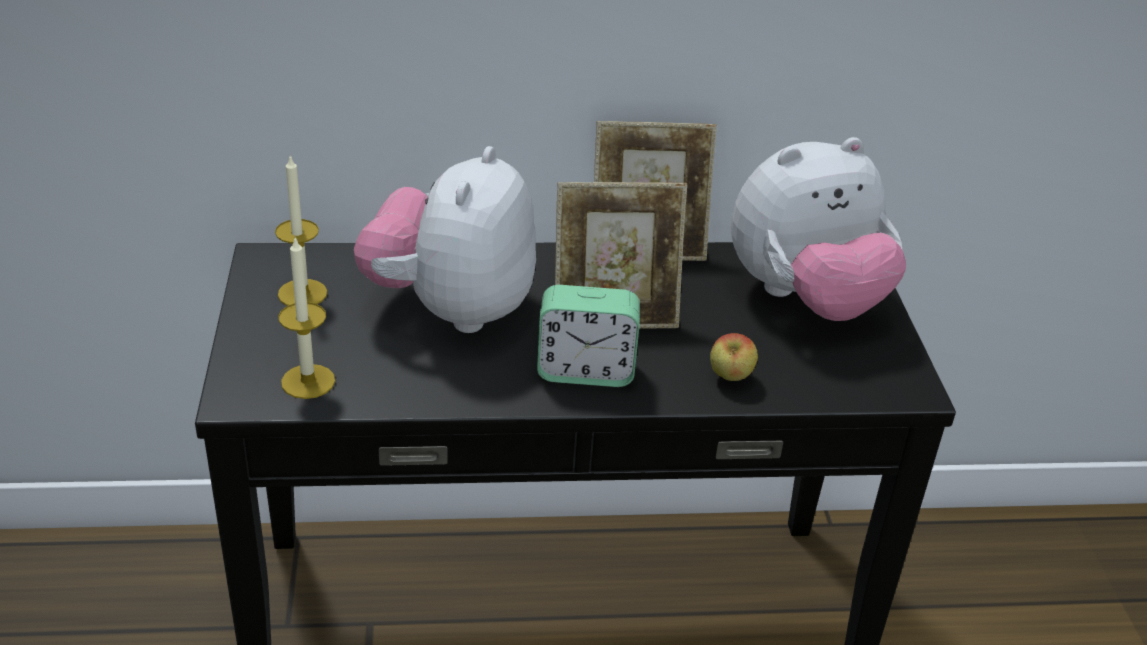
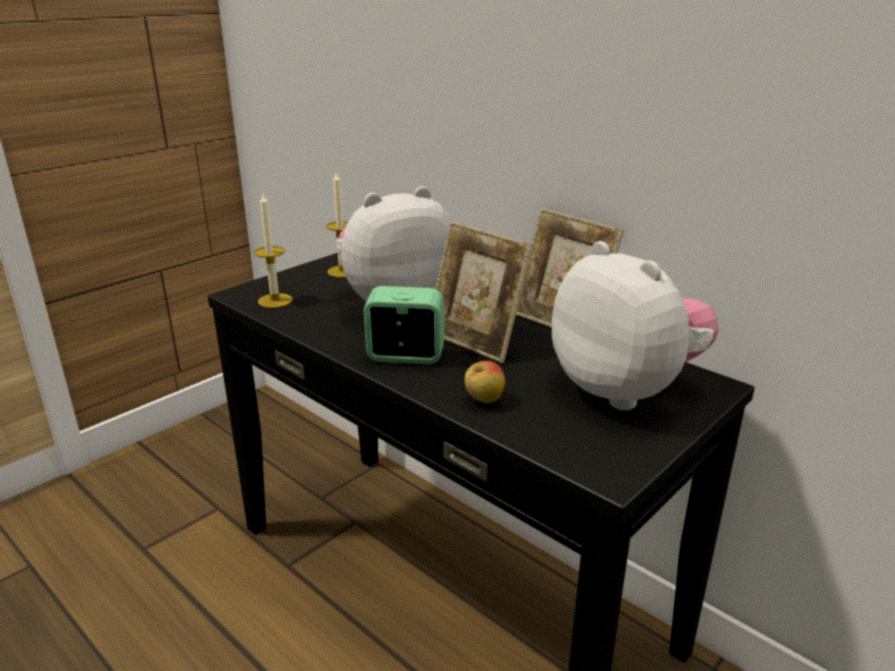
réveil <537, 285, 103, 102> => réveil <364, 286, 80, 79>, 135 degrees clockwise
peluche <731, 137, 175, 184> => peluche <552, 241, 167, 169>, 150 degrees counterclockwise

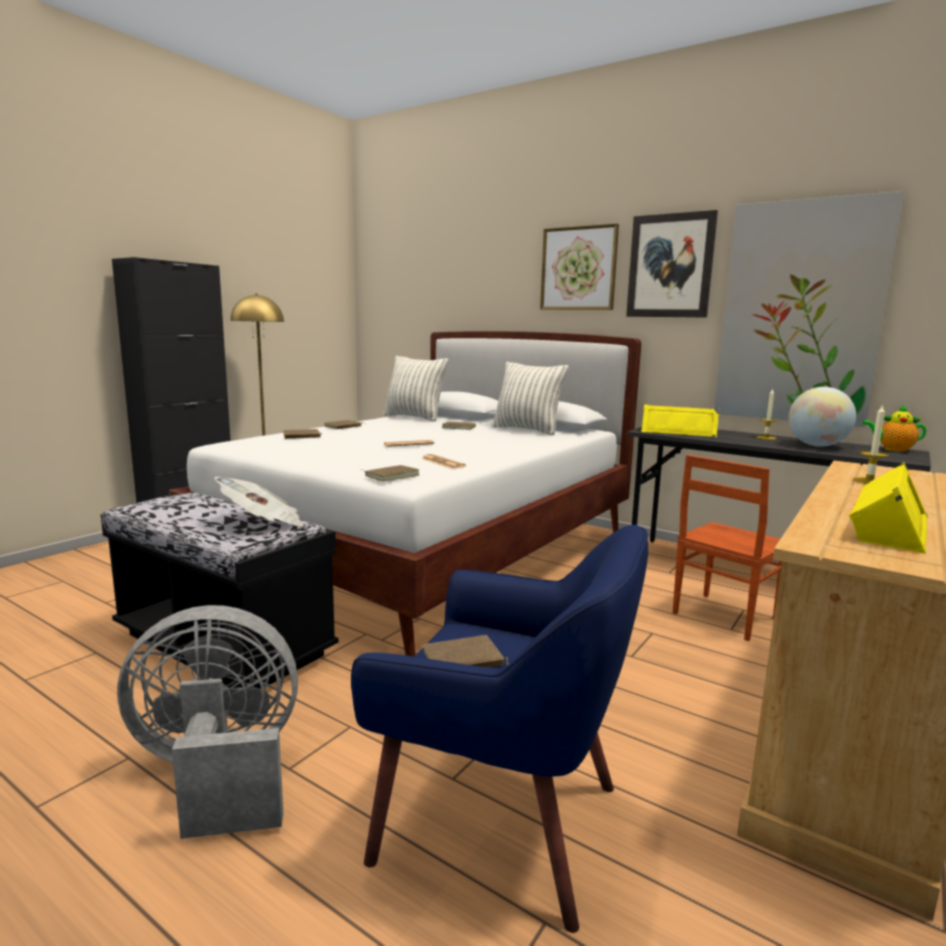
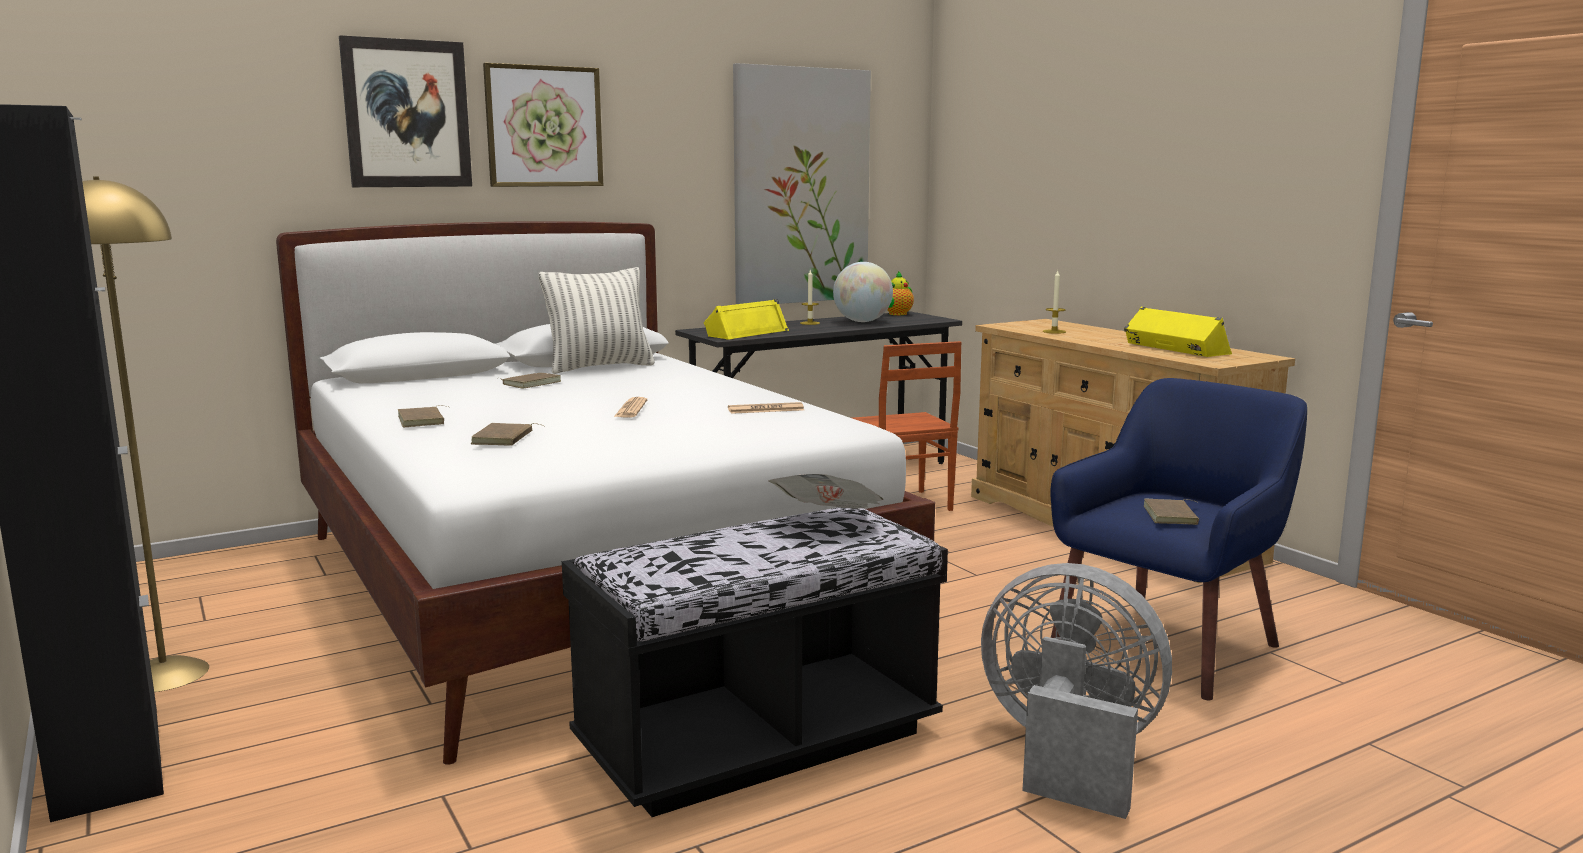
livre/marron <361, 465, 58, 17> => nothing
coussin <383, 356, 65, 66> => nothing
tableau <626, 210, 92, 108> => tableau <339, 35, 133, 152>, moved
ventilateur/gris <117, 605, 181, 234> => ventilateur/gris <981, 563, 191, 256>, 105 degrees clockwise

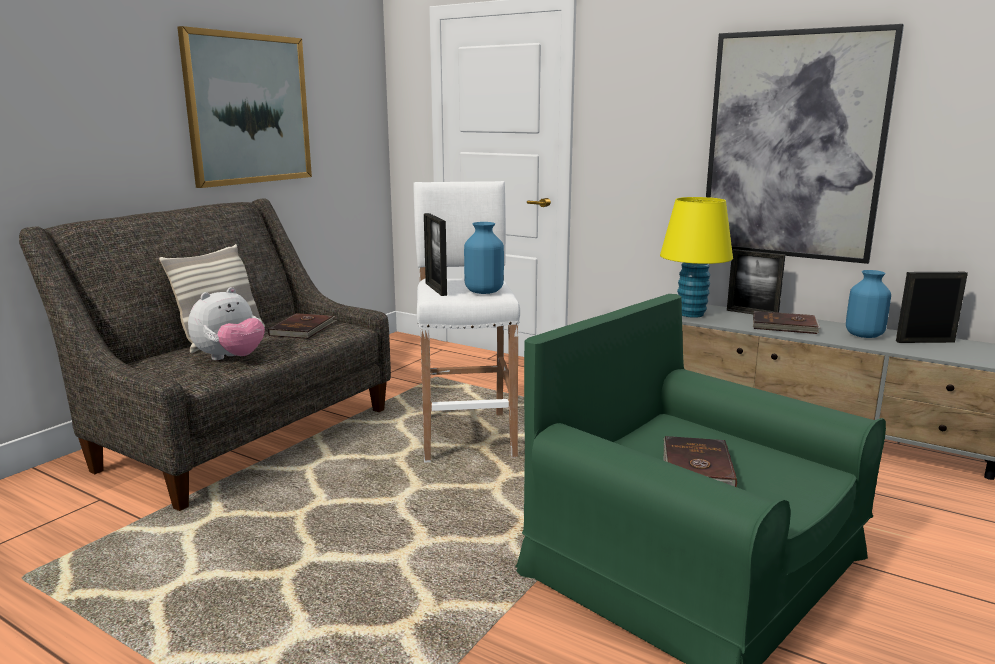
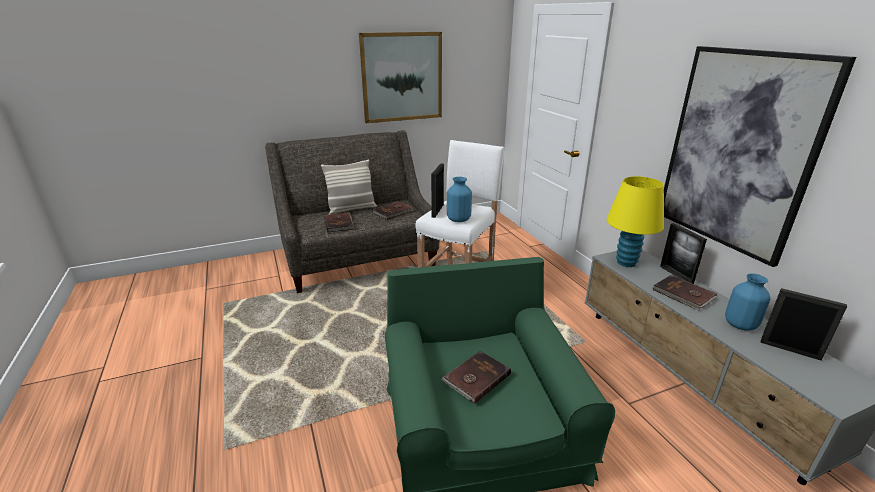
peluche <188, 287, 77, 73> => livre/marron <324, 212, 30, 20>

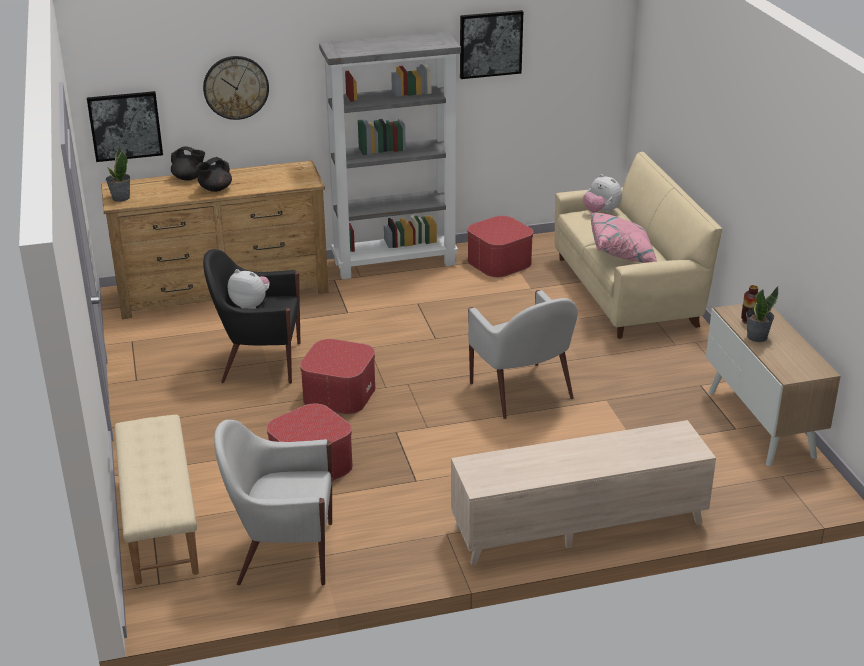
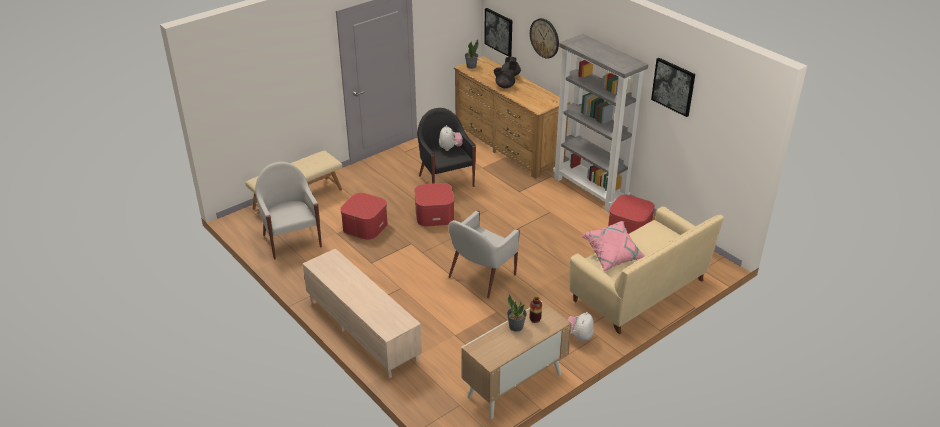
peluche <583, 174, 39, 39> => peluche <568, 312, 26, 30>, moved

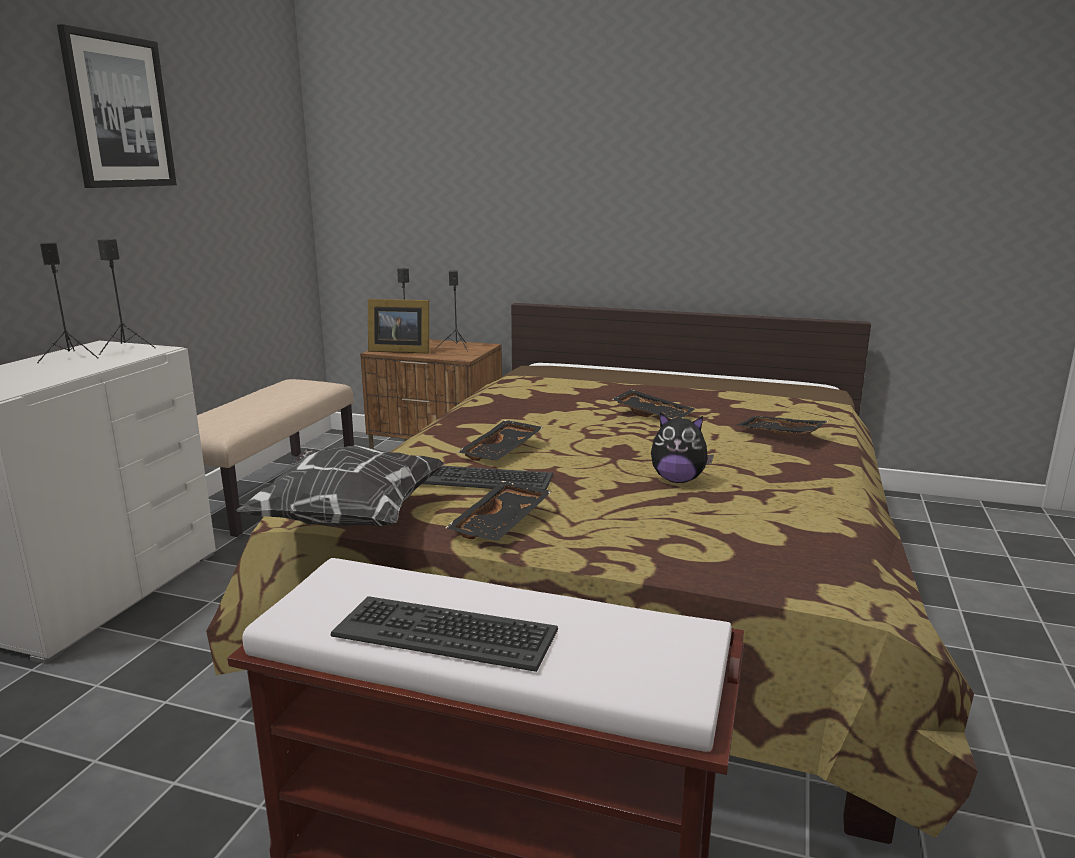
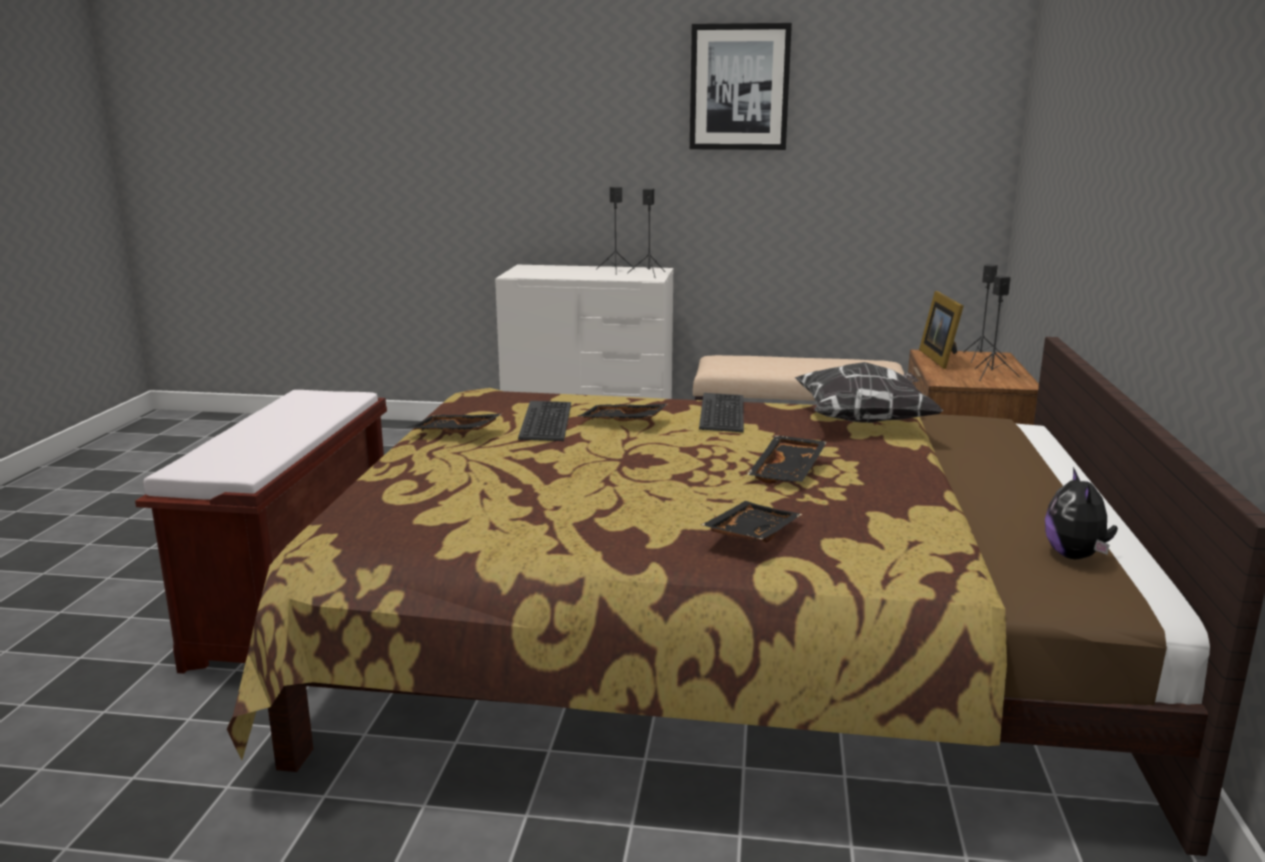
coussin <236, 445, 209, 82> => coussin <795, 362, 148, 61>, moved
clavier <330, 596, 228, 76> => clavier <699, 393, 45, 39>, moved
peluche <651, 413, 63, 70> => peluche <1045, 467, 73, 92>, moved

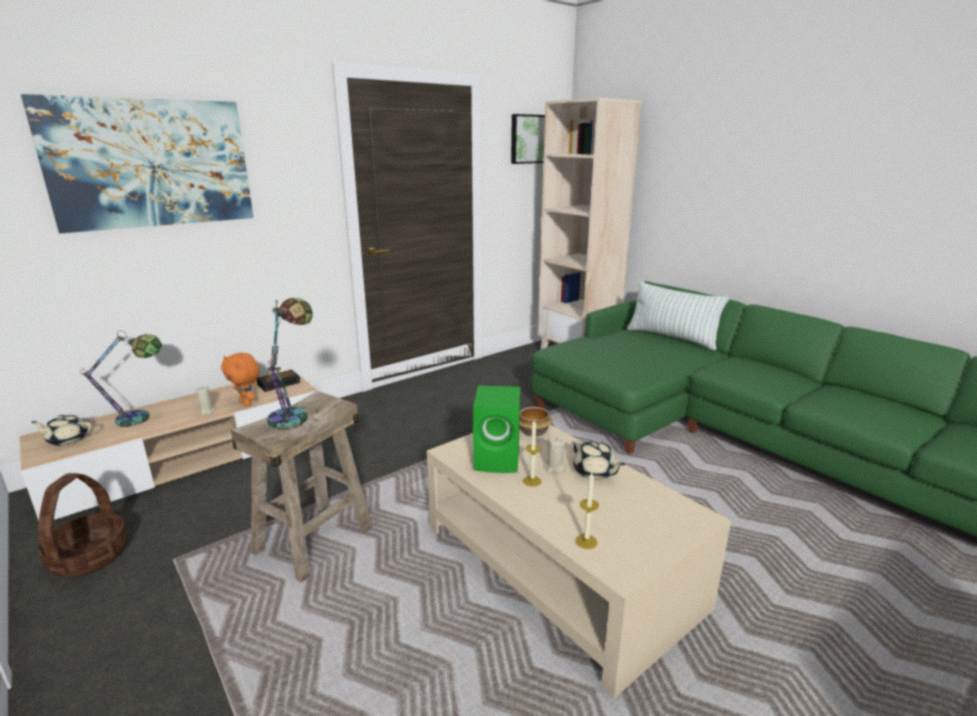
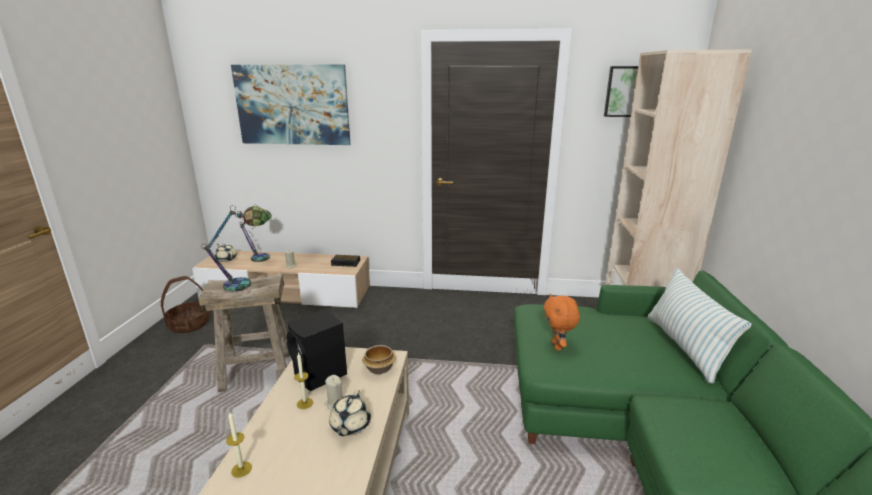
peluche/orange <221, 353, 39, 53> => peluche/orange <544, 293, 36, 58>, moved
enceinte/vert <473, 386, 47, 87> => enceinte/noir <286, 309, 61, 82>

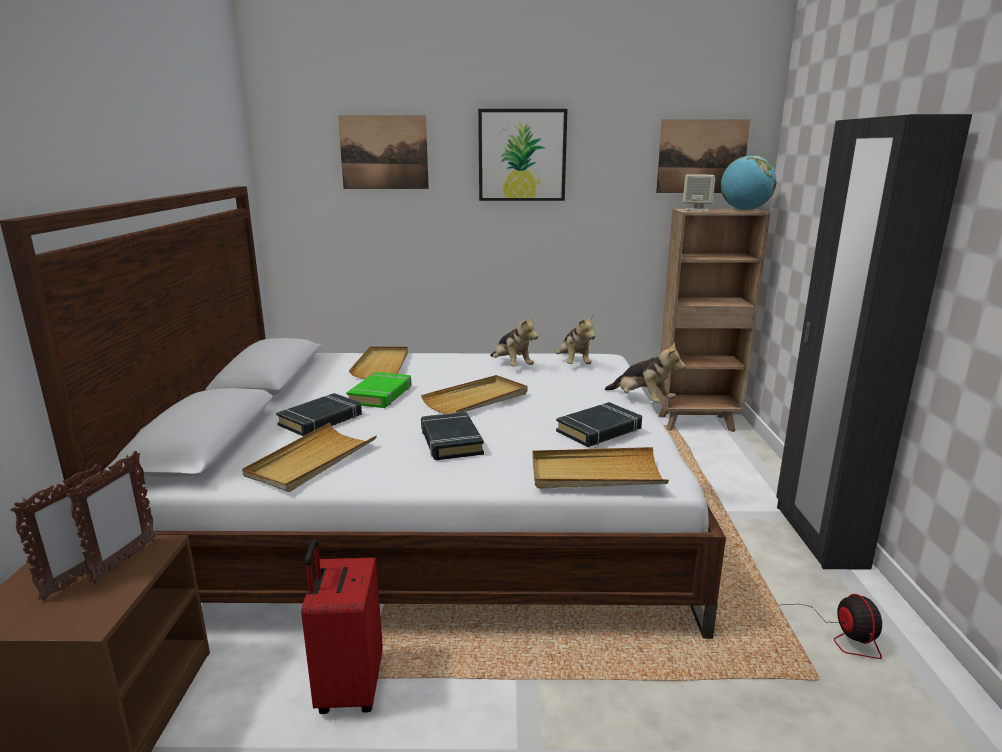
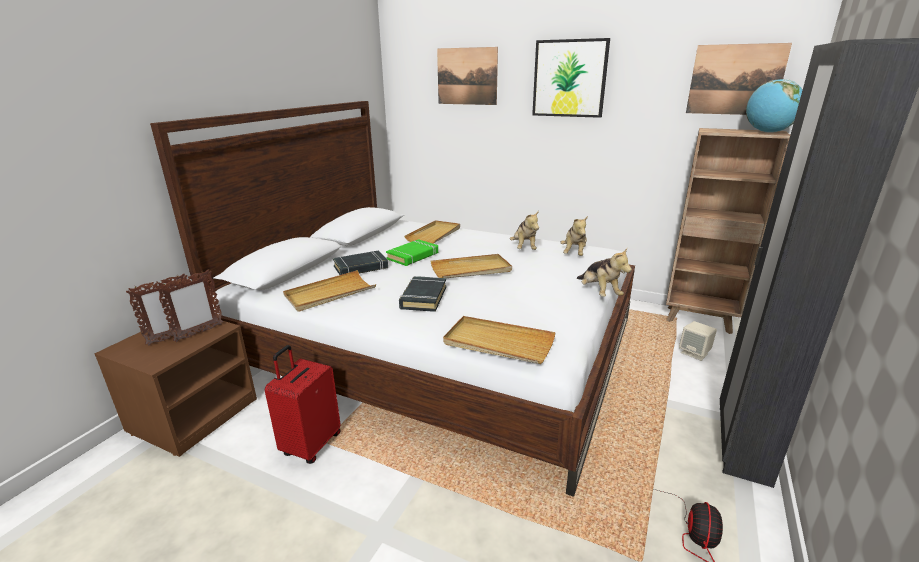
livre/noir <556, 402, 86, 45> => nothing
enceinte/beige <683, 174, 32, 38> => enceinte/beige <679, 321, 38, 40>, moved

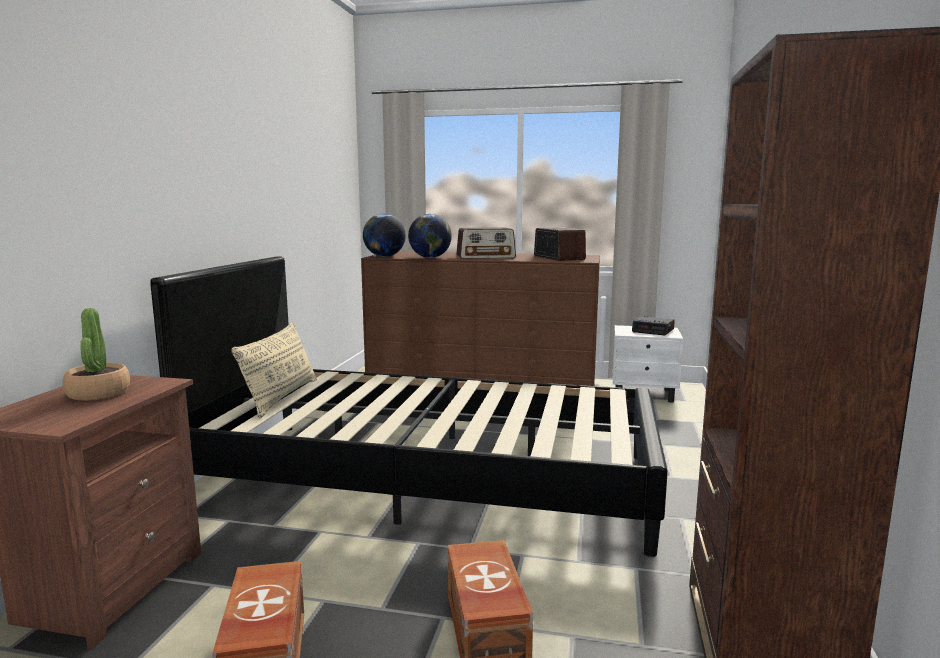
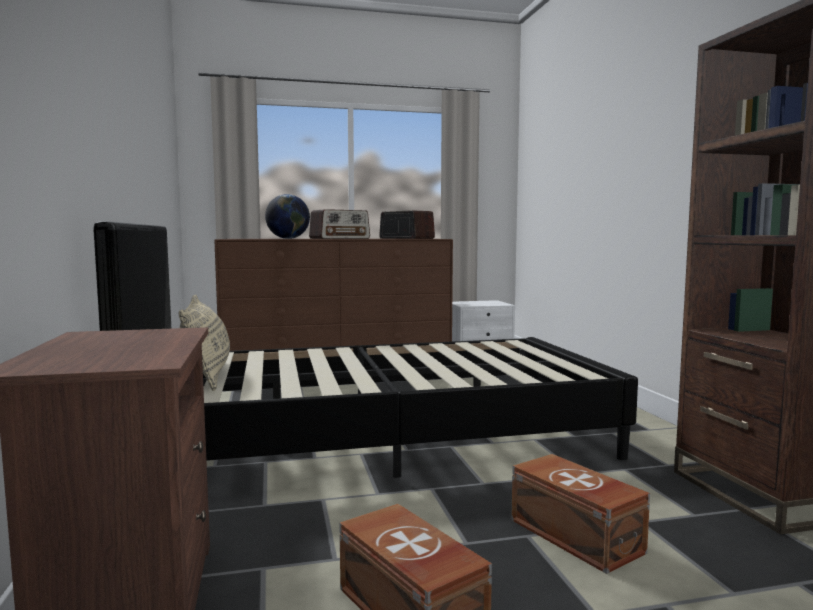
plante en pot <62, 308, 68, 93> => nothing
globe <363, 213, 43, 44> => nothing
réveil <632, 316, 43, 19> => nothing

